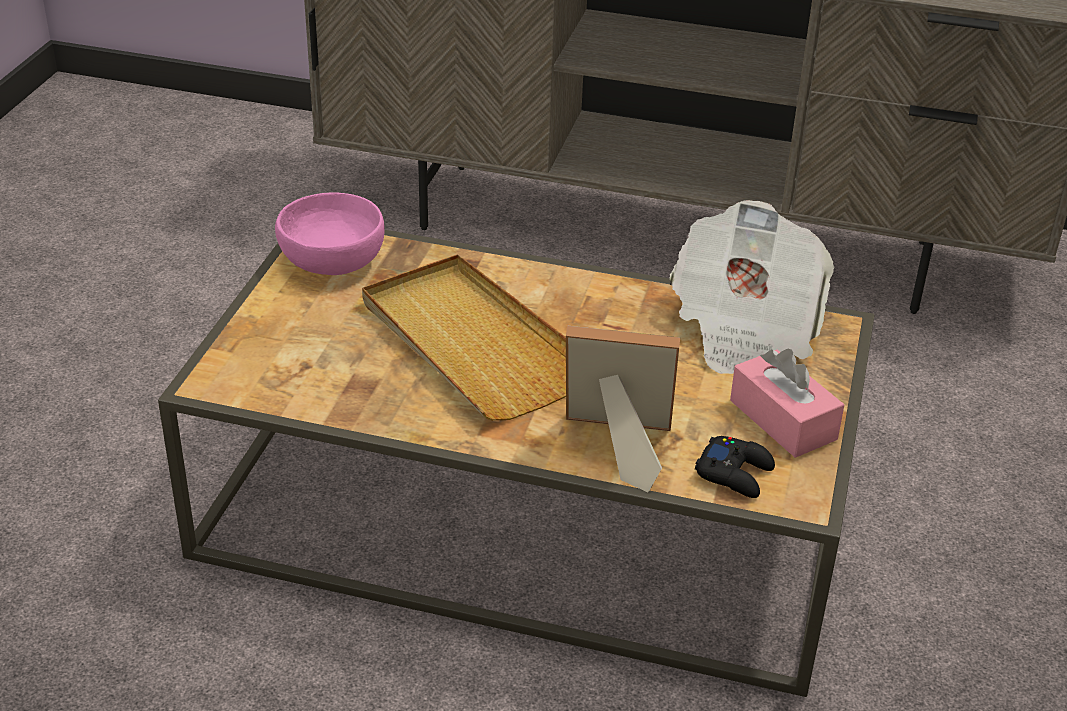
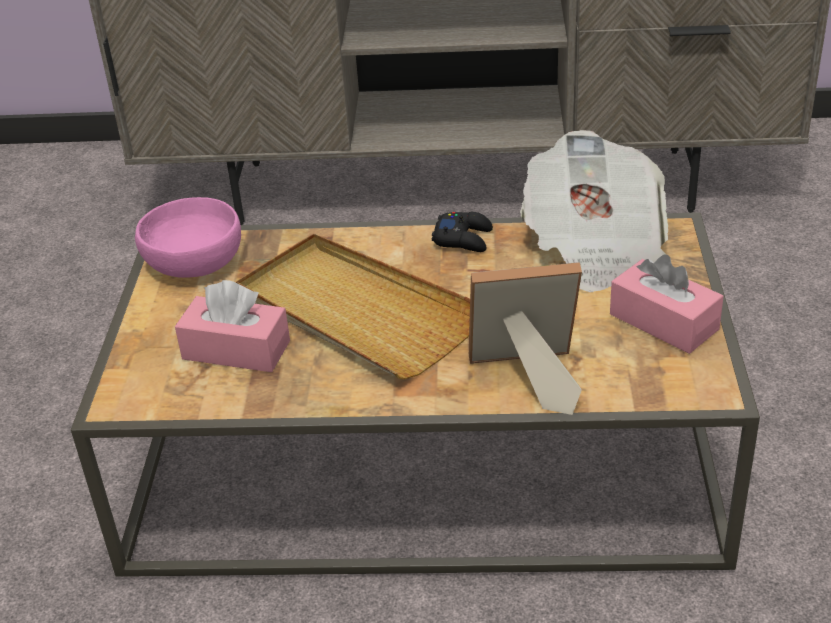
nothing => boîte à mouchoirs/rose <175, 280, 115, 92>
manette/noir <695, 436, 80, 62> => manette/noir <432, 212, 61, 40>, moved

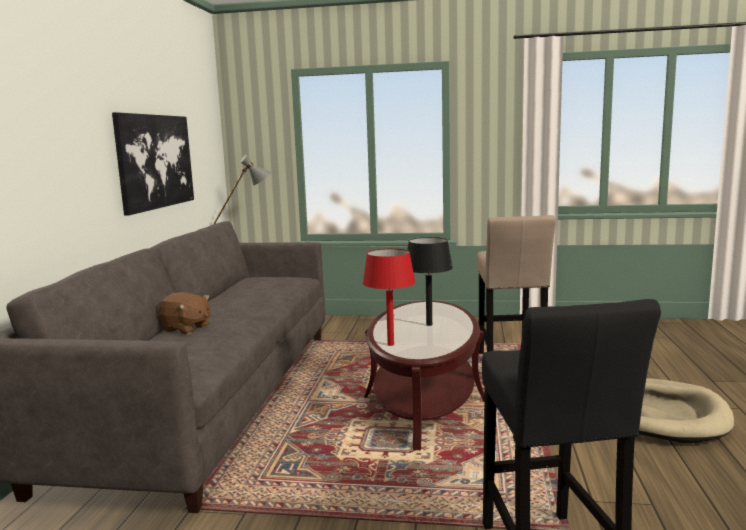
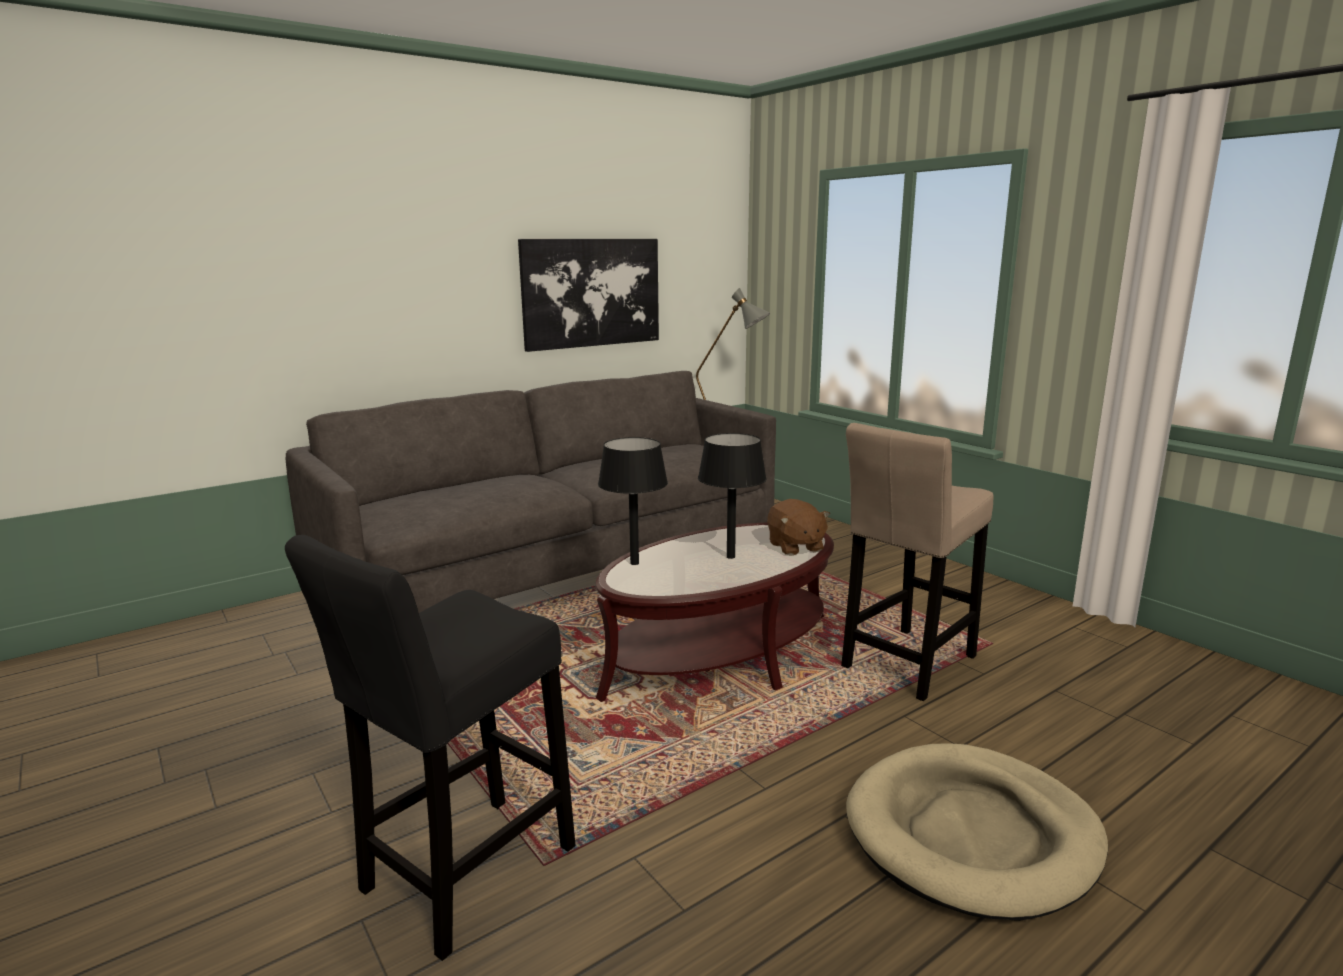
peluche/marron <158, 292, 52, 42> => peluche/marron <767, 499, 63, 57>, moved
lampe de table/rouge <363, 248, 53, 98> => lampe de table/noir <598, 437, 70, 128>

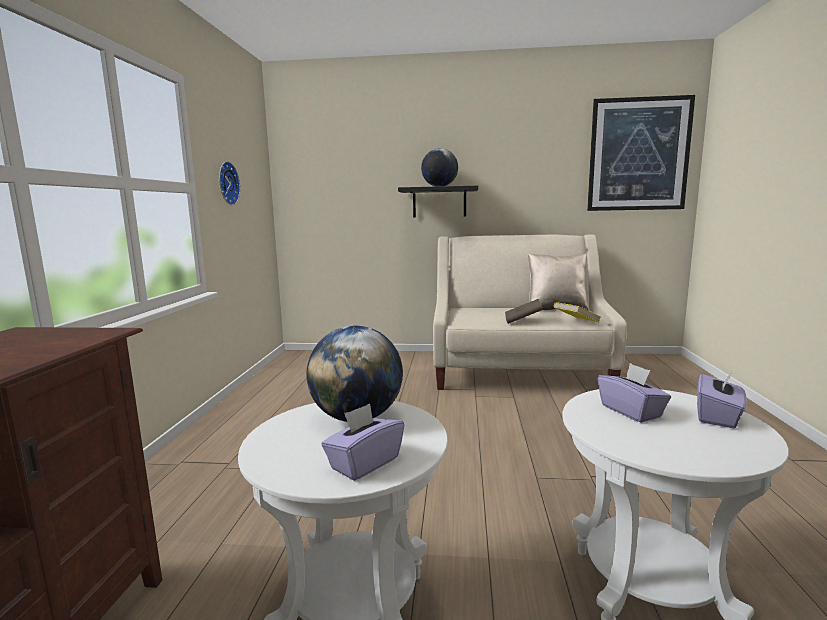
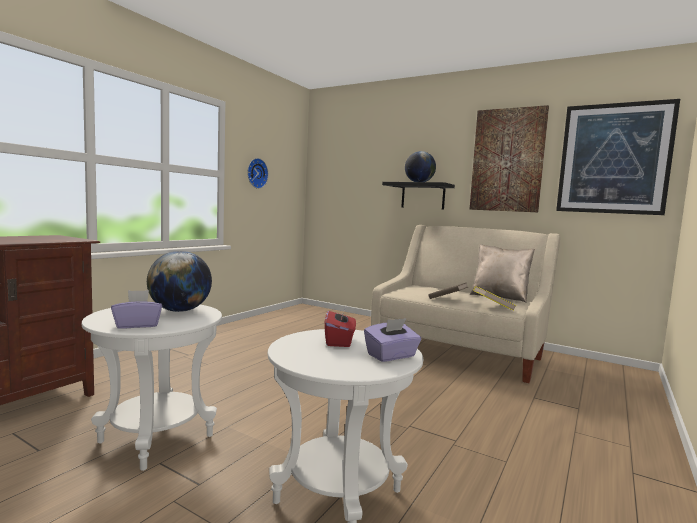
nothing => tableau <469, 105, 80, 107>
boîte à mouchoirs/violet <597, 363, 74, 60> => boîte à mouchoirs/rouge <325, 305, 31, 42>

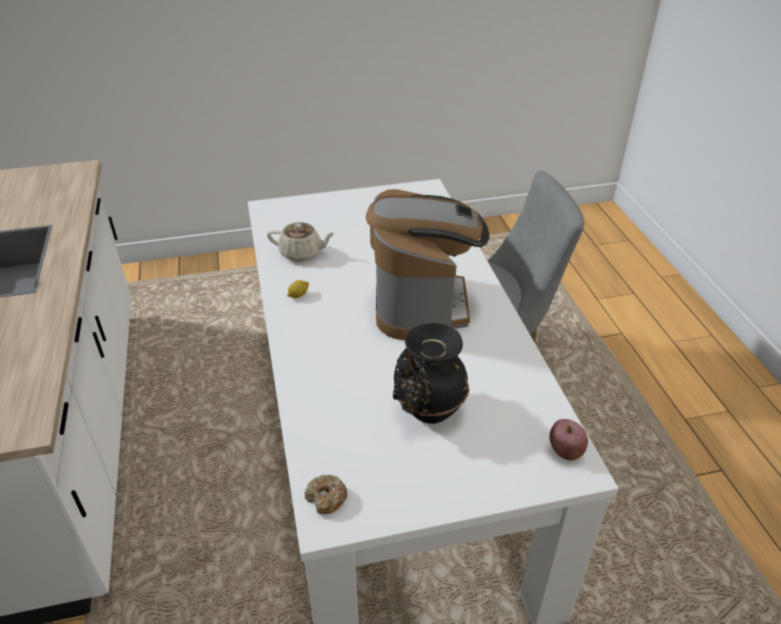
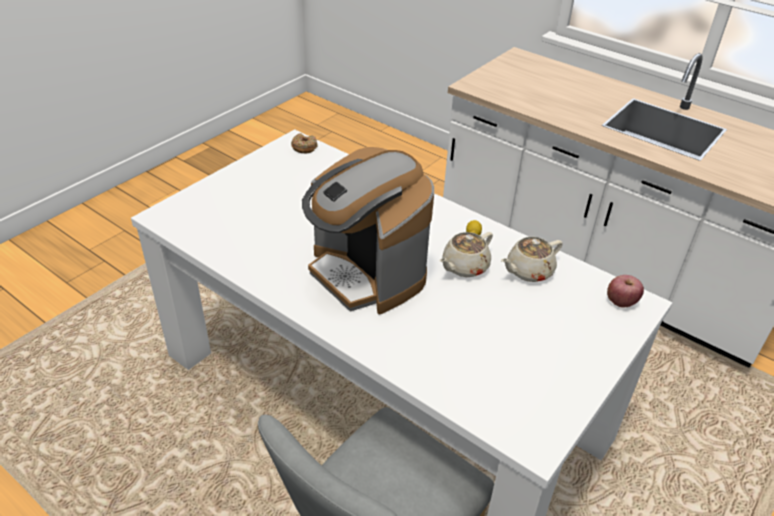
vase/noir <393, 323, 76, 101> => nothing
nothing => théière/beige <439, 232, 54, 45>
pomme <549, 419, 39, 41> => pomme <607, 275, 37, 32>, moved

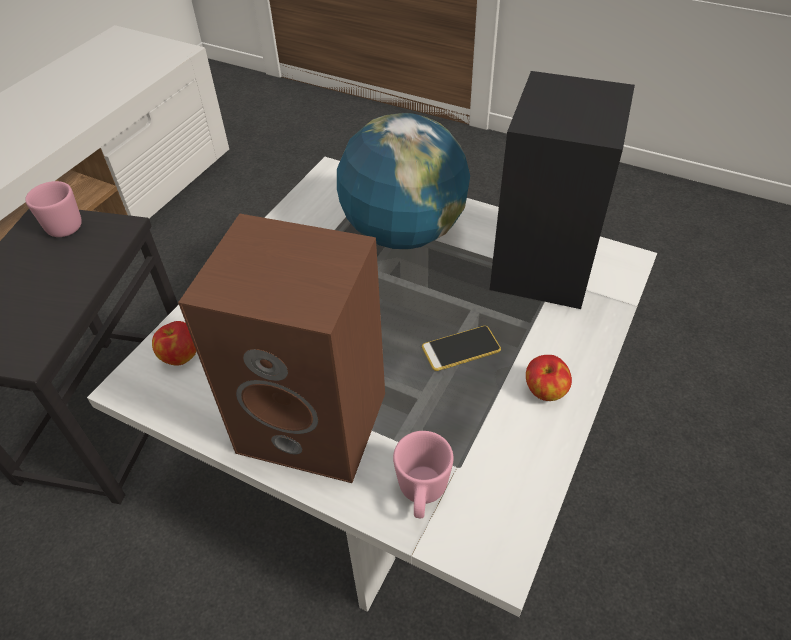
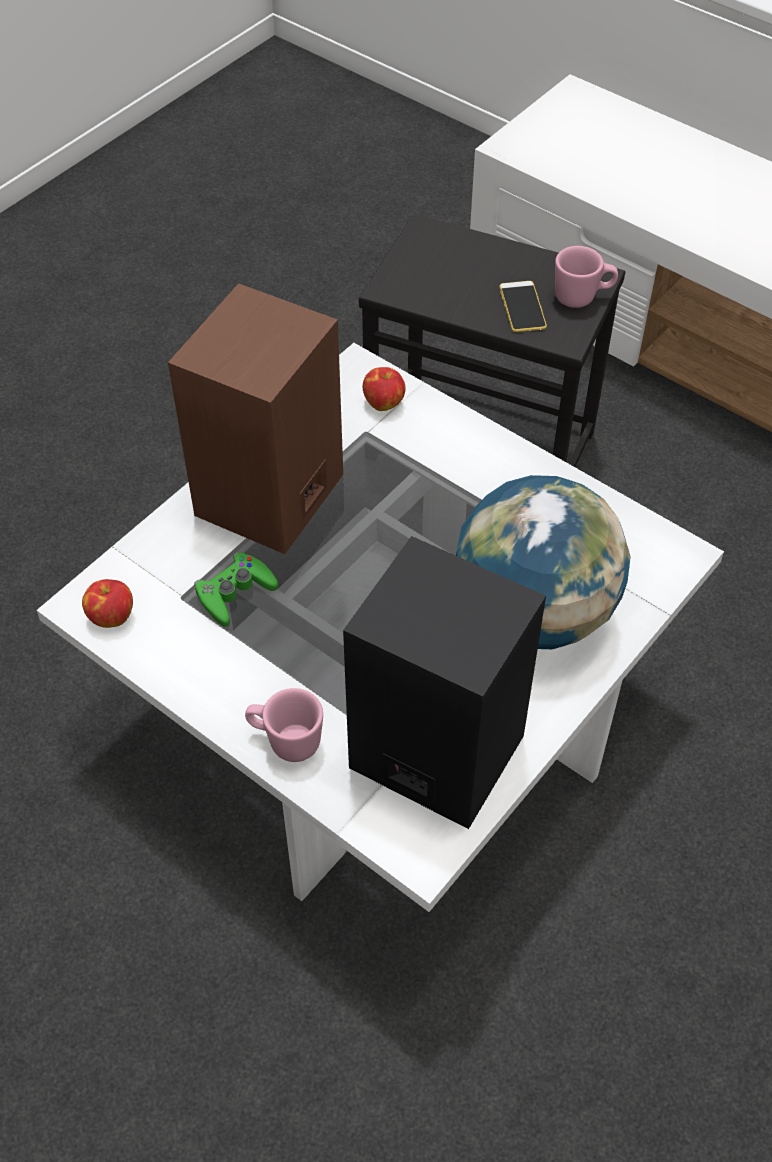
nothing => manette/vert <194, 552, 84, 75>
mug/rose <393, 431, 60, 87> => mug/rose <245, 688, 78, 74>, moved
téléphone <422, 326, 79, 45> => téléphone <499, 281, 48, 51>, moved
pomme <526, 355, 46, 46> => pomme <82, 579, 51, 49>, moved

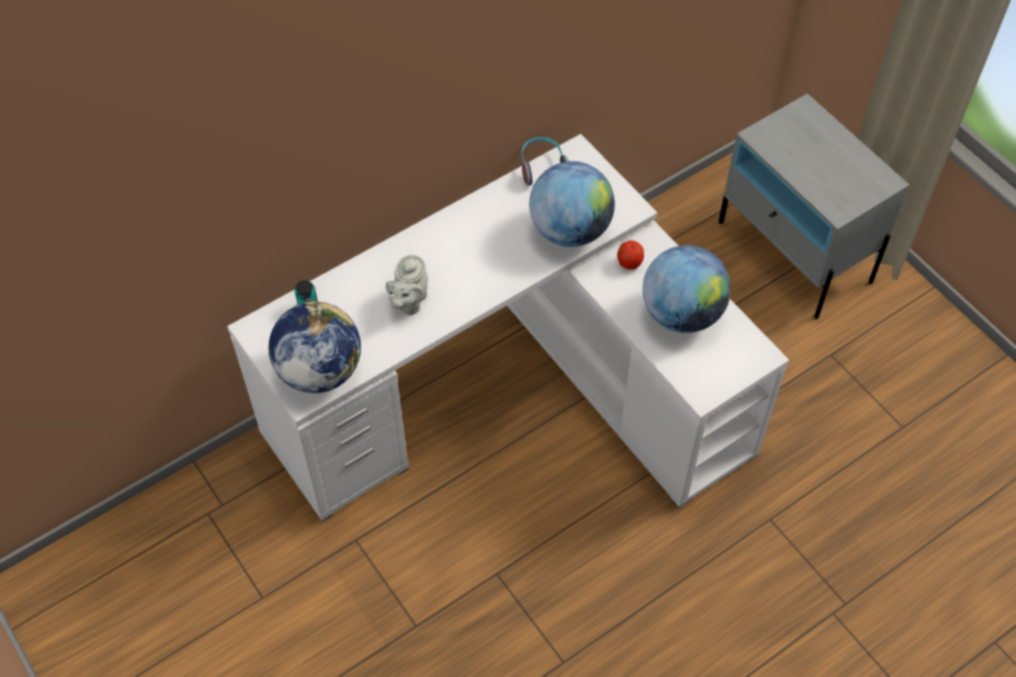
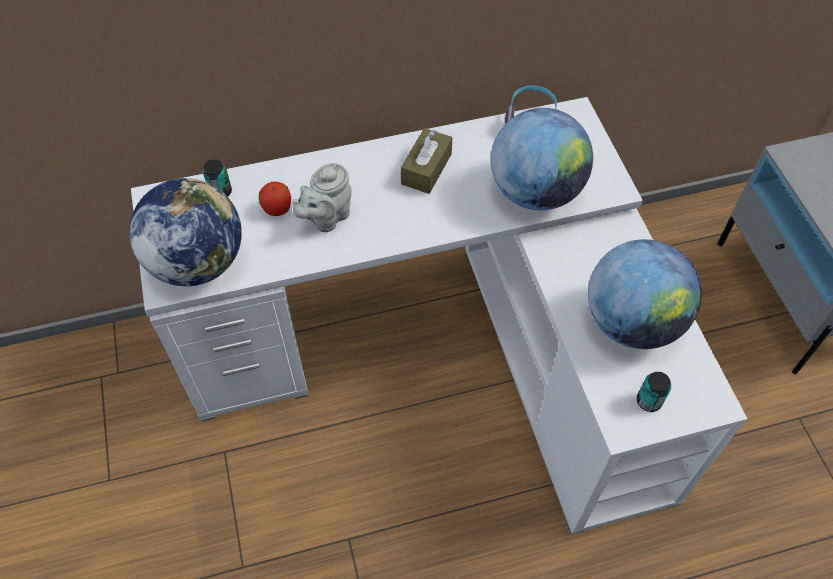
nothing => boîte à mouchoirs/marron <401, 128, 51, 66>
nothing => boîte métallique <637, 372, 34, 40>
pomme <617, 240, 27, 30> => pomme <259, 182, 32, 34>, moved

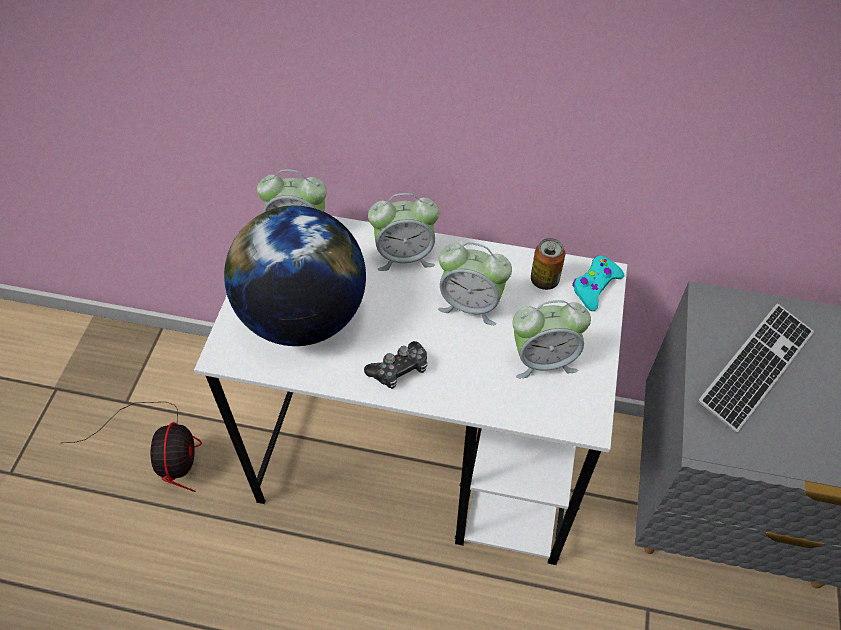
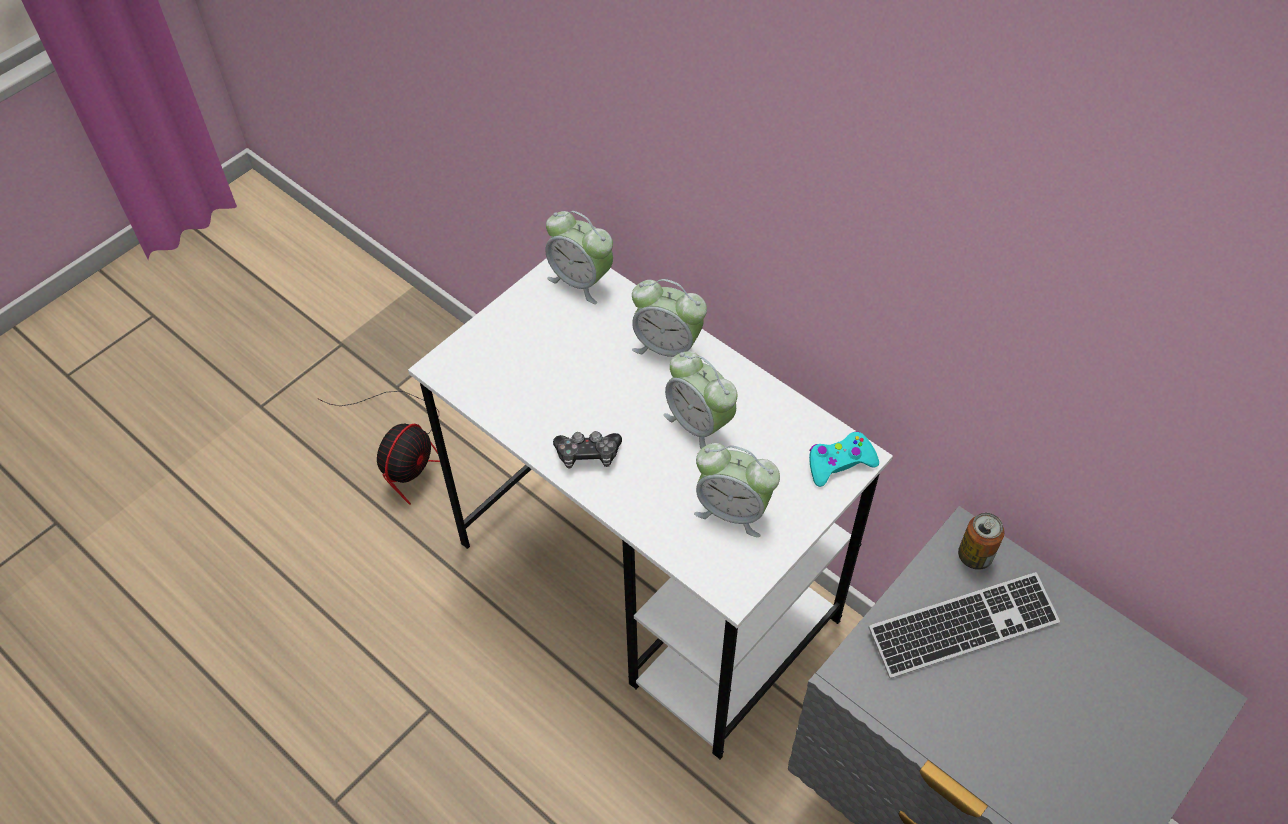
globe <224, 206, 142, 140> => nothing
boîte métallique <531, 238, 34, 52> => boîte métallique <958, 513, 46, 57>, moved

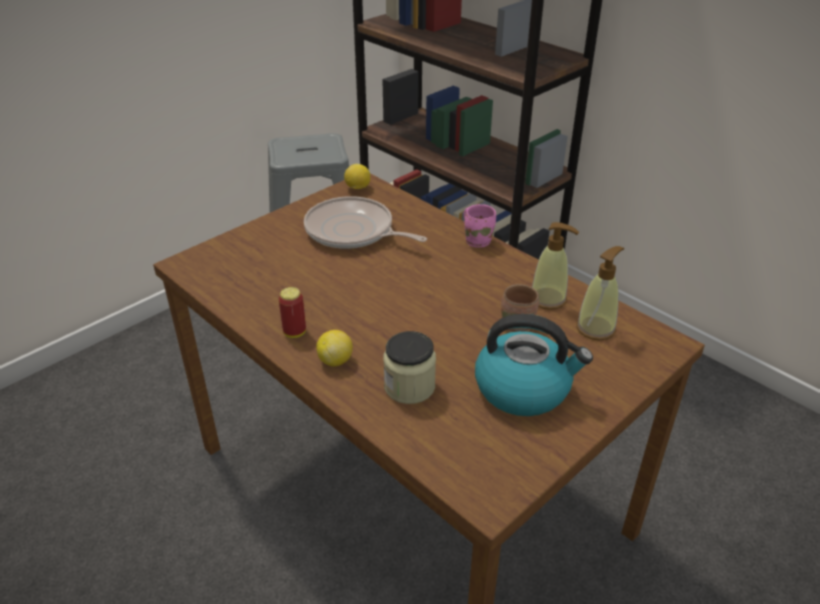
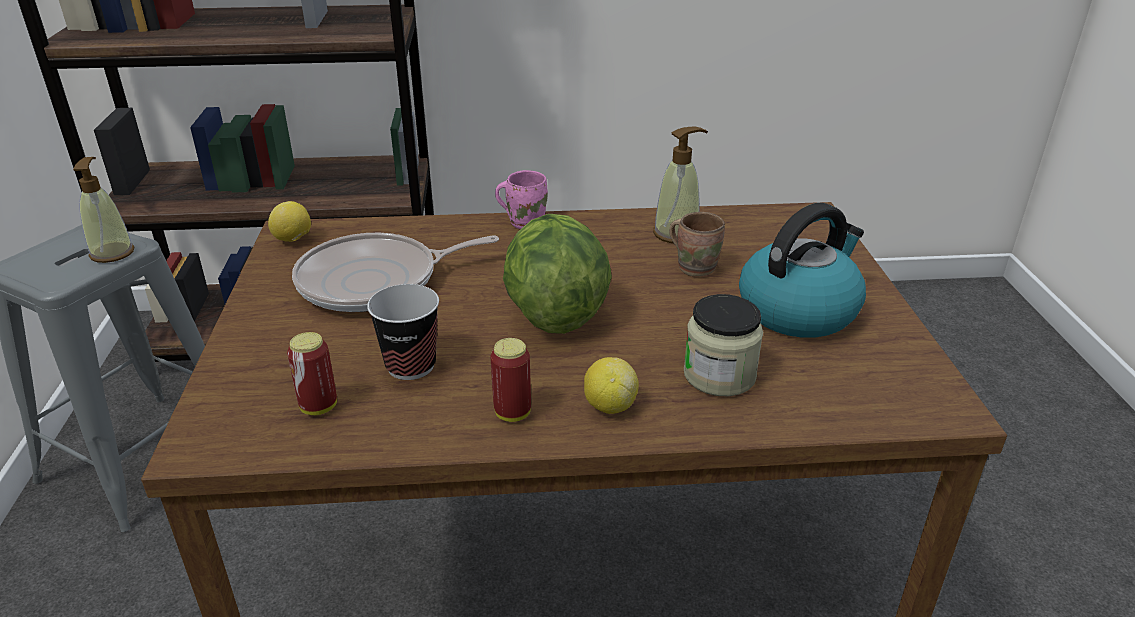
nothing => boîte métallique <287, 332, 50, 83>
nothing => tasse <367, 284, 72, 96>
nothing => laitue <503, 214, 109, 120>
distributeur de savon <576, 246, 48, 94> => distributeur de savon <73, 157, 61, 106>, moved

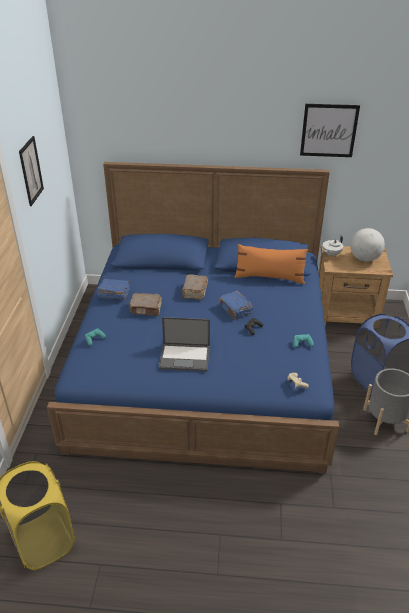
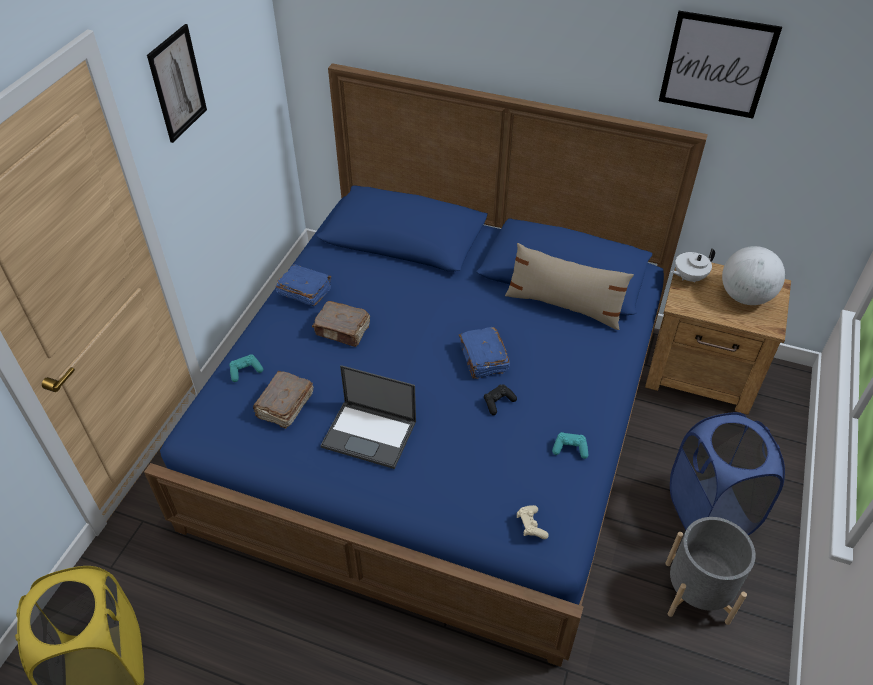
livre/marron <182, 274, 26, 26> => livre/marron <253, 371, 60, 58>, moved
coussin/orange <234, 244, 74, 40> => coussin/beige <505, 243, 129, 87>

